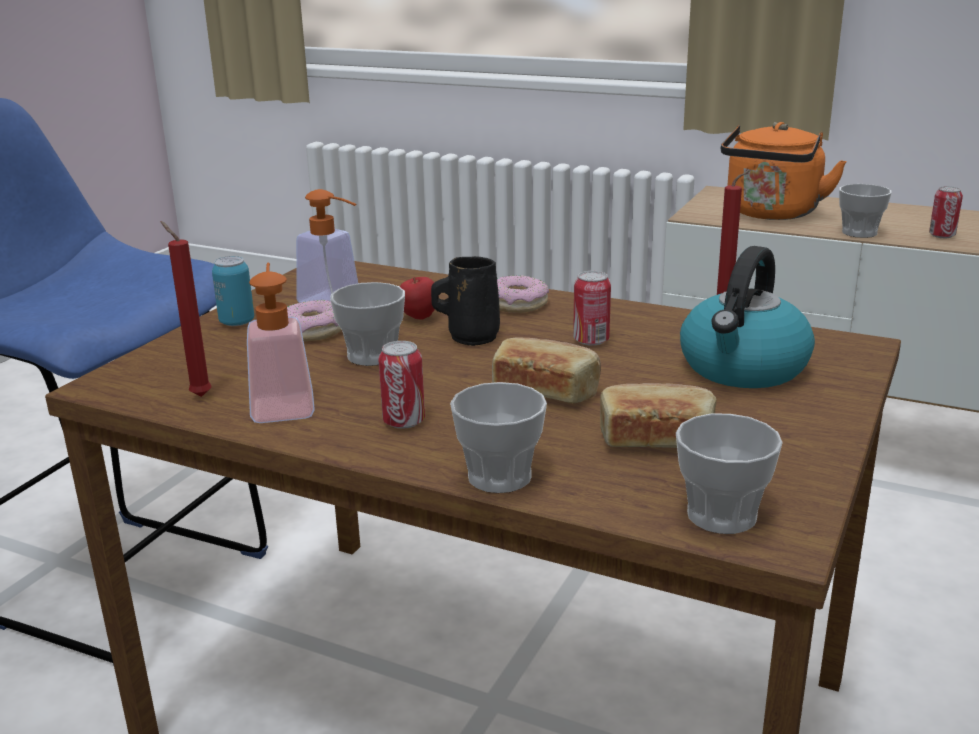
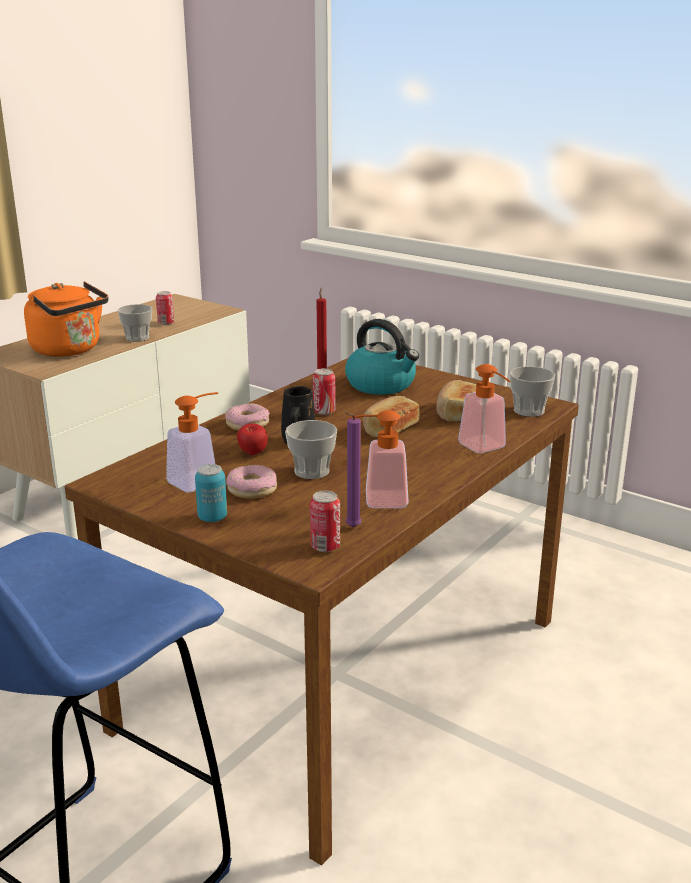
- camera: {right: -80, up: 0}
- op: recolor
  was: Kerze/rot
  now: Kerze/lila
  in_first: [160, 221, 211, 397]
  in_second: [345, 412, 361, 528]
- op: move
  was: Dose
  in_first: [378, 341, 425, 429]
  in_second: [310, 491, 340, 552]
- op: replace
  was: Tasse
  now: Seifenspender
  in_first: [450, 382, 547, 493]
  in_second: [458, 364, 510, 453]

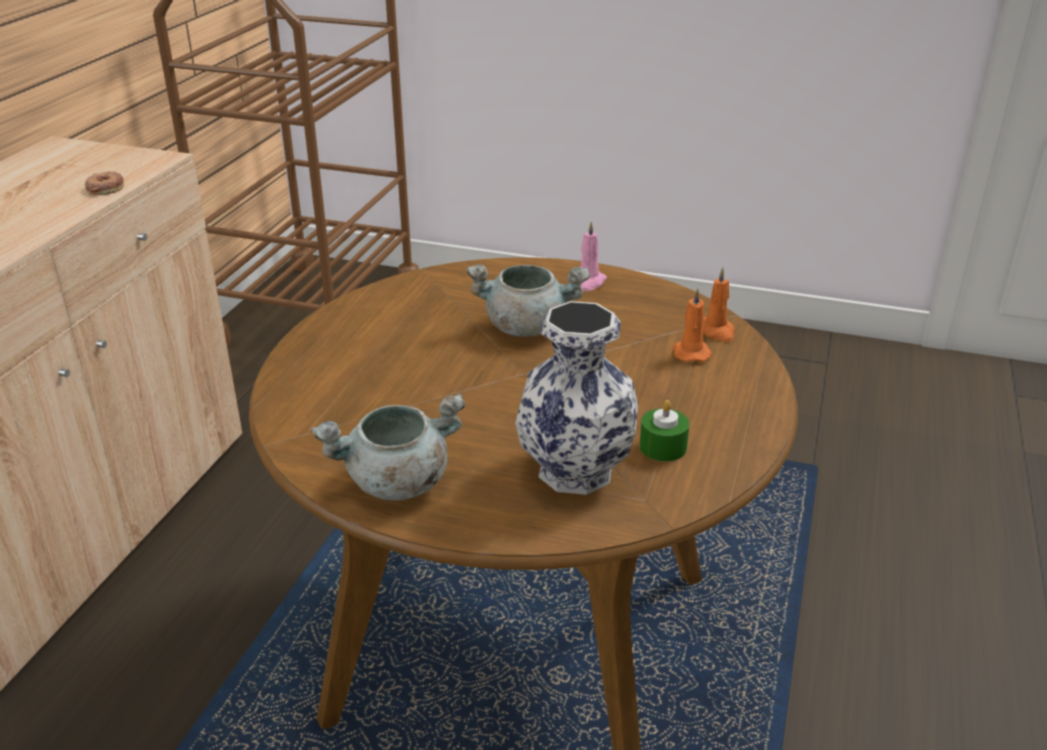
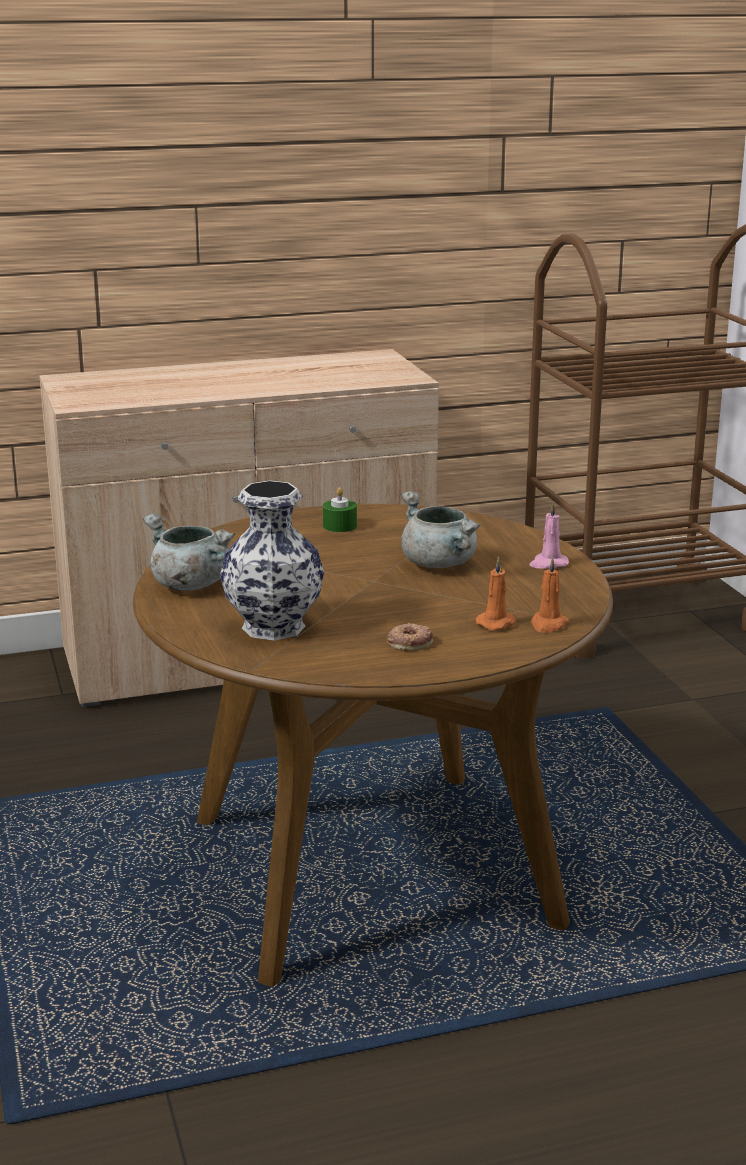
- camera: {right: 55, up: -10}
- op: move
  was: Donut
  in_first: [85, 171, 124, 195]
  in_second: [387, 623, 433, 651]
- op: move
  was: Kerze/grün
  in_first: [640, 400, 689, 462]
  in_second: [323, 487, 357, 532]

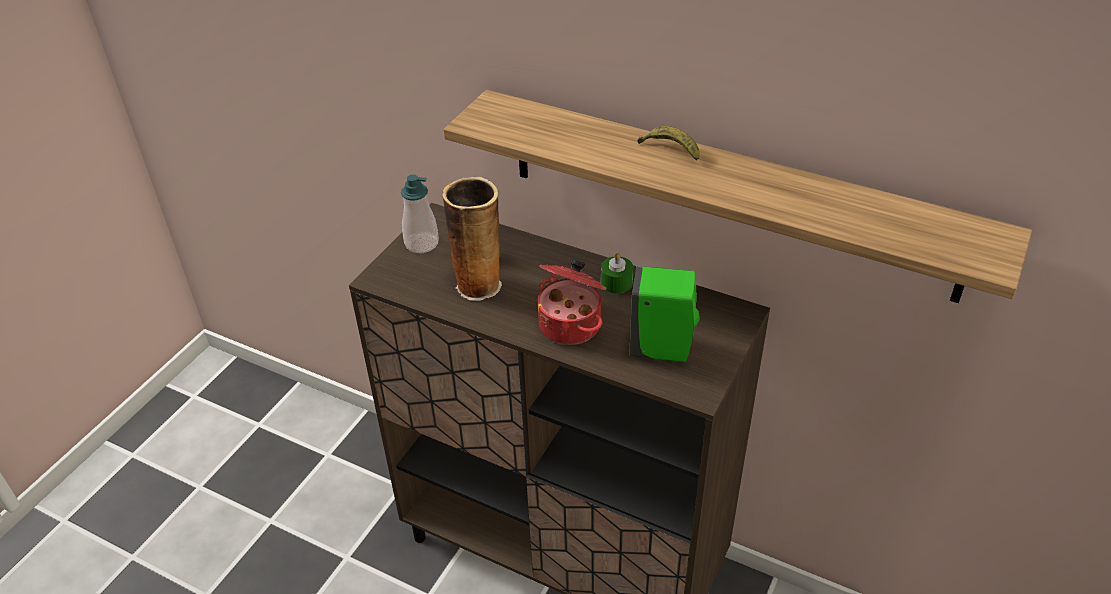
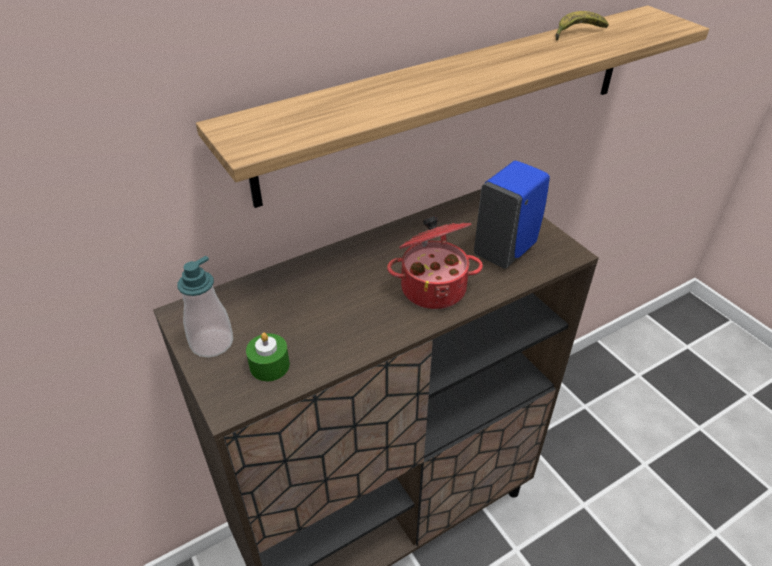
- camera: {right: -60, up: 0}
- op: delete
  was: Vase
  in_first: [442, 177, 502, 301]
- op: move
  was: Kerze/grün
  in_first: [601, 253, 633, 293]
  in_second: [246, 333, 290, 382]
- op: recolor
  was: Seifenspender/grün
  now: Seifenspender/blau
  in_first: [629, 266, 700, 362]
  in_second: [474, 161, 550, 269]
- op: move
  was: Banane
  in_first: [637, 126, 700, 161]
  in_second: [555, 11, 609, 41]

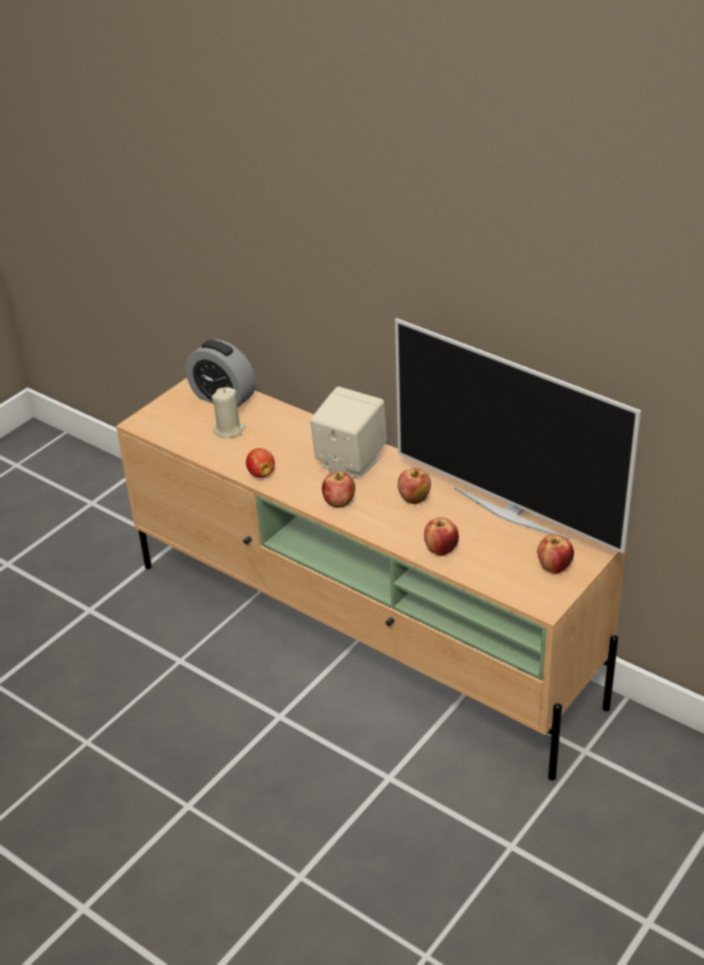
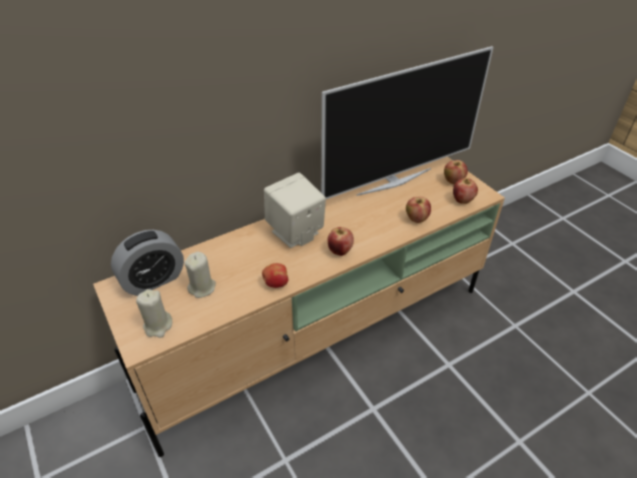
- camera: {right: -70, up: 5}
- op: move
  was: Apfel
  in_first: [398, 468, 431, 504]
  in_second: [453, 178, 478, 204]
- op: insert
  now: Kerze/beige
  in_second: [136, 289, 172, 338]

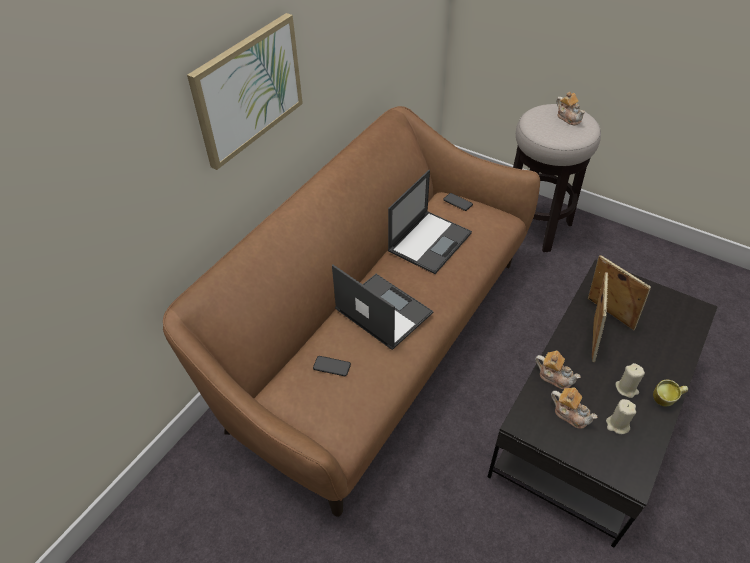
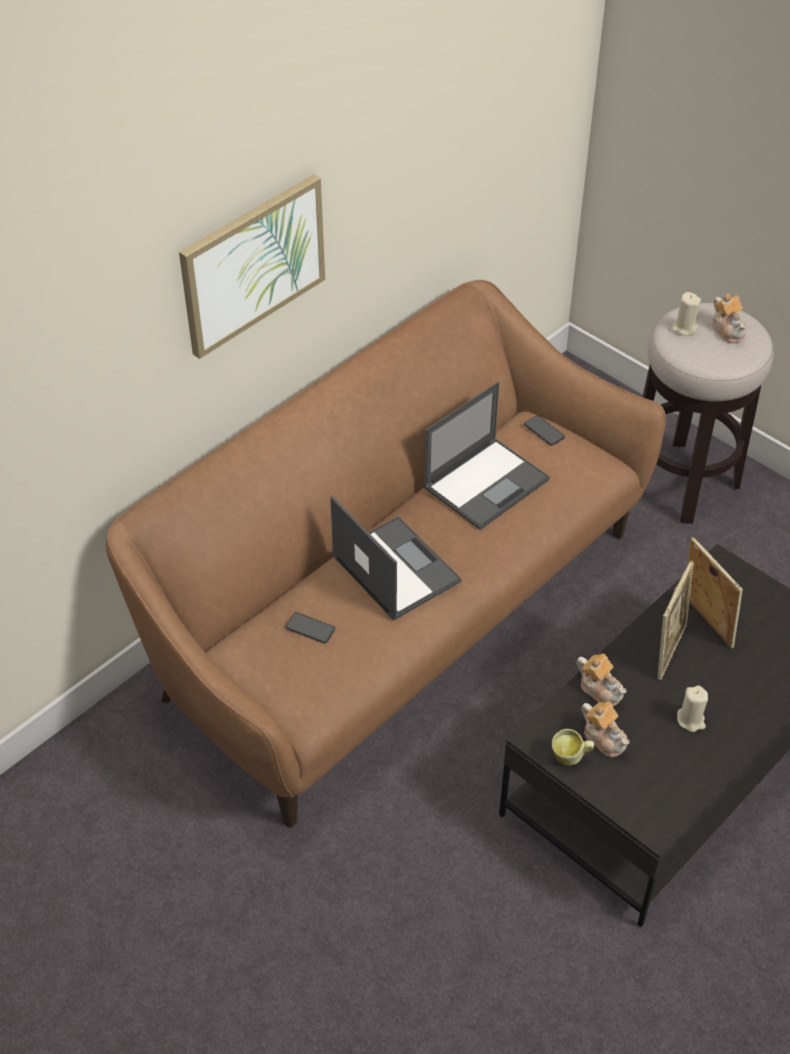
- camera: {right: 10, up: 0}
- op: move
  was: Kerze/beige
  in_first: [606, 399, 636, 434]
  in_second: [672, 292, 701, 336]
- op: move
  was: Henkelbecher
  in_first: [653, 380, 688, 406]
  in_second: [552, 729, 594, 766]

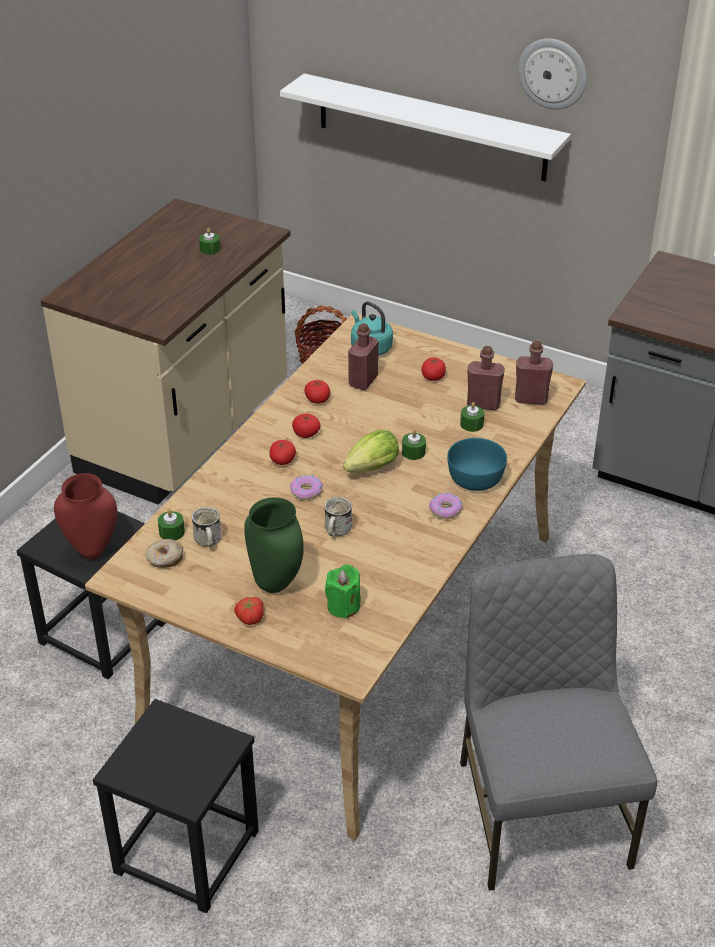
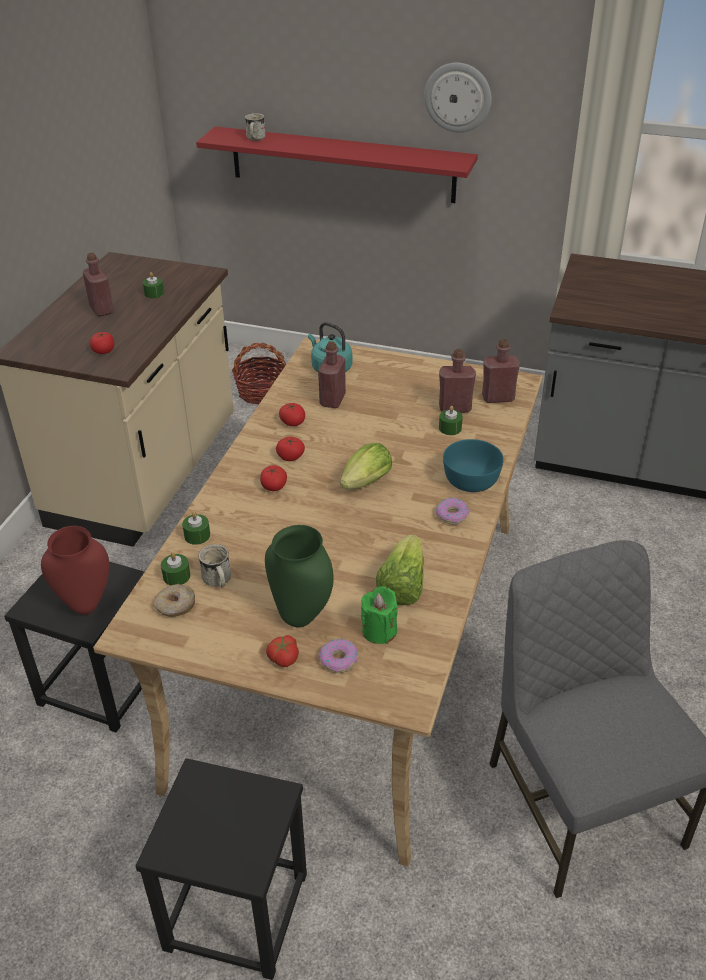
- camera: {right: -10, up: 0}
- op: recolor
  was: Wandregal/weiß
  now: Wandregal/rot
  in_first: [280, 73, 571, 182]
  in_second: [196, 126, 478, 203]
- op: move
  was: Donut
  in_first: [290, 475, 323, 500]
  in_second: [318, 638, 358, 673]
- op: move
  was: Henkelbecher/weiß
  in_first: [324, 497, 352, 536]
  in_second: [245, 113, 266, 141]
- op: move
  was: Kerze/grün
  in_first: [402, 430, 426, 460]
  in_second: [182, 512, 210, 545]
- op: move
  was: Tomate
  in_first: [421, 357, 446, 381]
  in_second: [90, 332, 114, 354]
- op: insert
  now: Flasche/rot
  in_second: [83, 253, 114, 317]
- op: insert
  now: Salatkopf
  in_second: [376, 535, 424, 605]

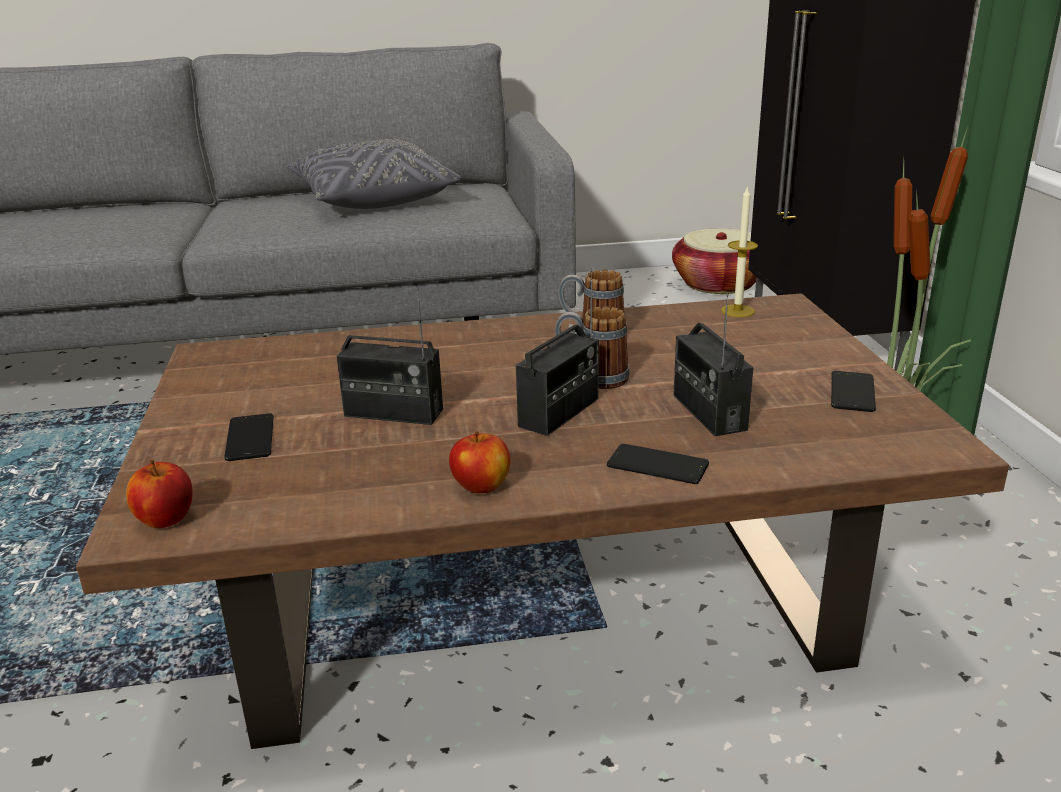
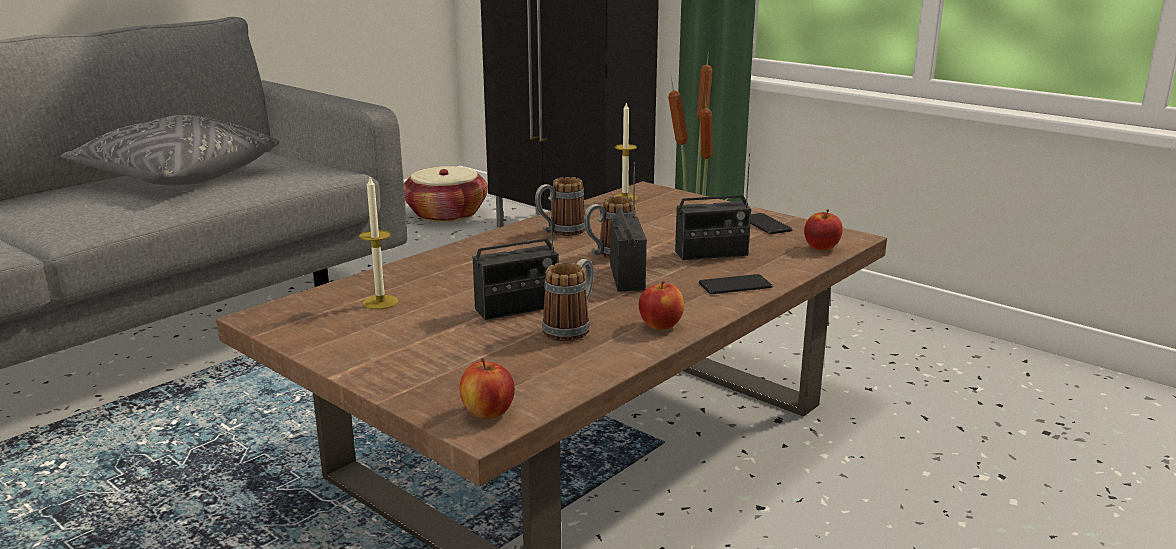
- camera: {right: -40, up: -5}
- op: delete
  was: Handy
  in_first: [224, 413, 274, 461]
- op: rotate
  was: Radio
  in_first: [673, 293, 753, 436]
  in_second: [675, 153, 751, 260]
  clockwise: -45
- op: insert
  now: Kerze
  in_second: [359, 177, 399, 309]
- op: insert
  now: Henkelbecher
  in_second: [542, 259, 594, 341]
- op: insert
  now: Apfel
  in_second: [804, 210, 843, 251]

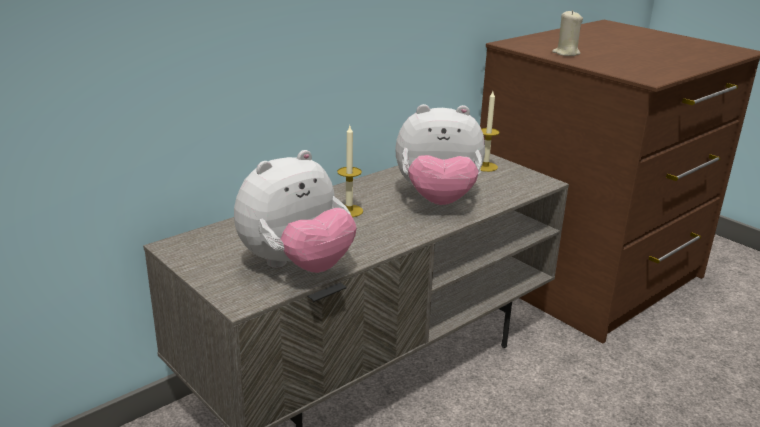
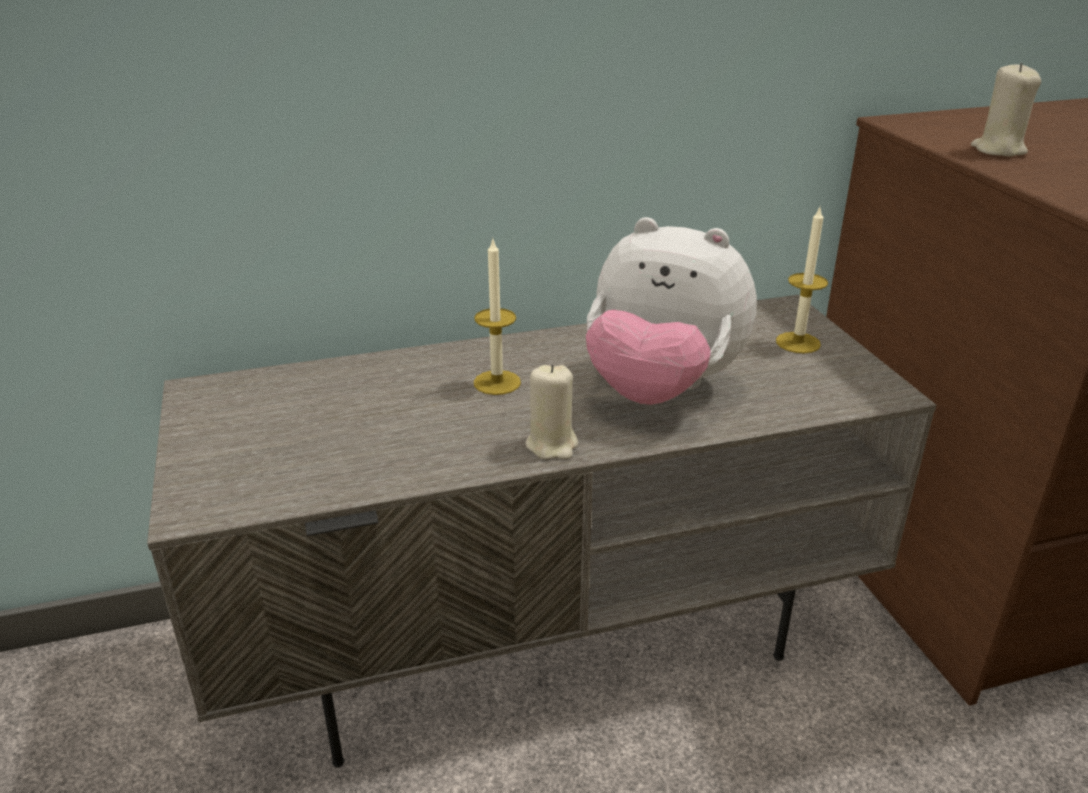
- camera: {right: 25, up: 5}
- op: delete
  was: Plüschtier
  in_first: [234, 150, 357, 273]
- op: insert
  now: Kerze/beige
  in_second: [525, 364, 578, 460]

